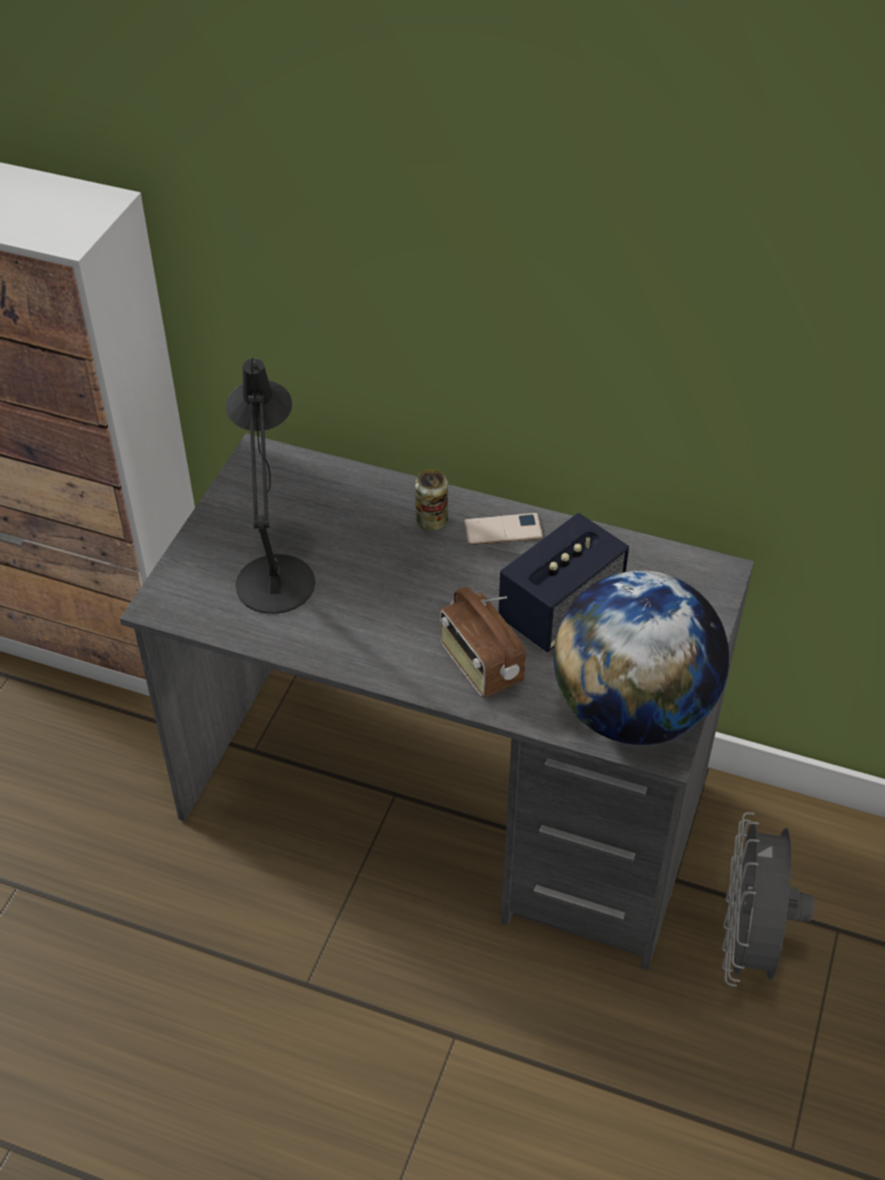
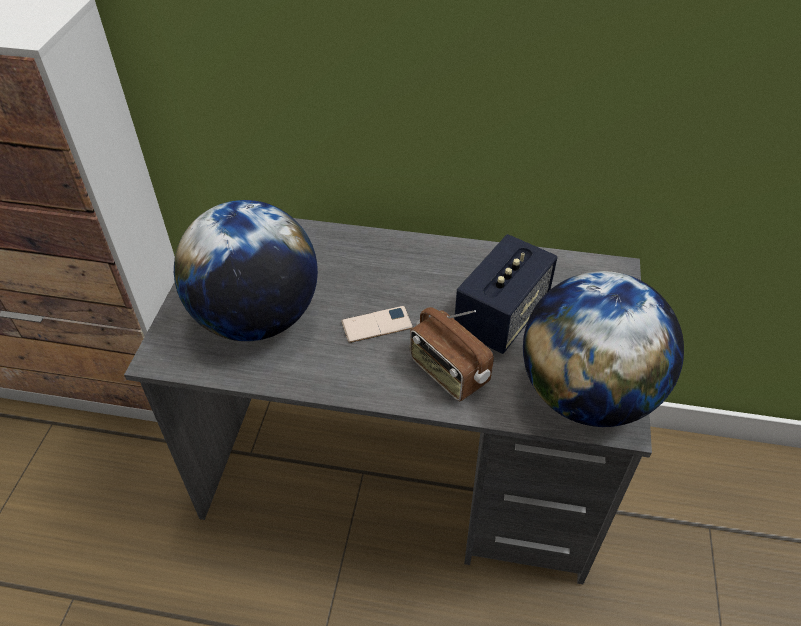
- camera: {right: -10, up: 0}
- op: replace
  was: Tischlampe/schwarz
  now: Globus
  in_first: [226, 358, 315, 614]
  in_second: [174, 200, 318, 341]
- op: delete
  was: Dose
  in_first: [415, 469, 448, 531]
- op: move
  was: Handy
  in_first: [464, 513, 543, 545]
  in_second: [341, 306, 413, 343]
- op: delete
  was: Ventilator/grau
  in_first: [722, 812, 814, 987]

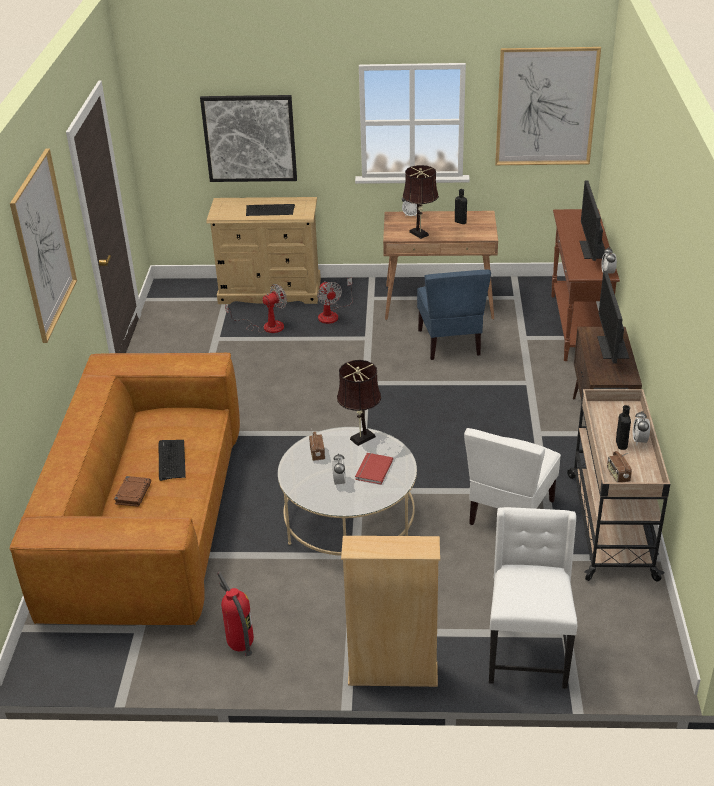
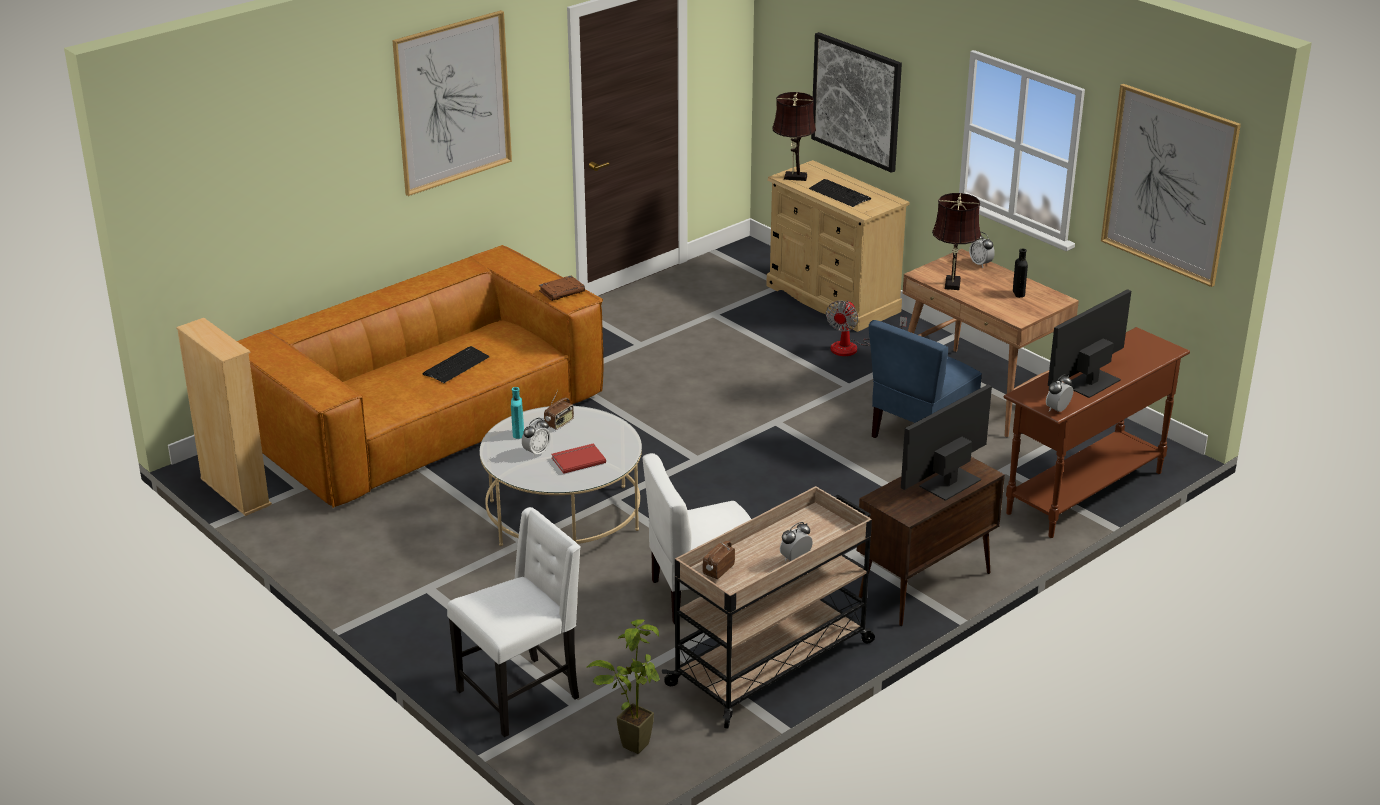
- camera: {right: 45, up: -5}
- op: move
  was: Buch/braun
  in_first: [114, 476, 151, 507]
  in_second: [539, 276, 585, 301]
- op: delete
  was: Feuerlöscher
  in_first: [217, 572, 254, 656]
- op: delete
  was: Ventilator
  in_first: [225, 284, 287, 333]
- op: move
  was: Tischlampe/braun
  in_first: [337, 360, 381, 446]
  in_second: [772, 92, 816, 181]
- op: move
  was: Bücherregal/beige
  in_first: [341, 536, 440, 687]
  in_second: [176, 318, 272, 516]
- op: delete
  was: Flasche/schwarz
  in_first: [616, 405, 631, 450]
- op: insert
  now: Flasche/türkis
  in_second: [511, 387, 524, 439]
- op: insert
  now: Topfpflanze
  in_second: [586, 619, 660, 754]

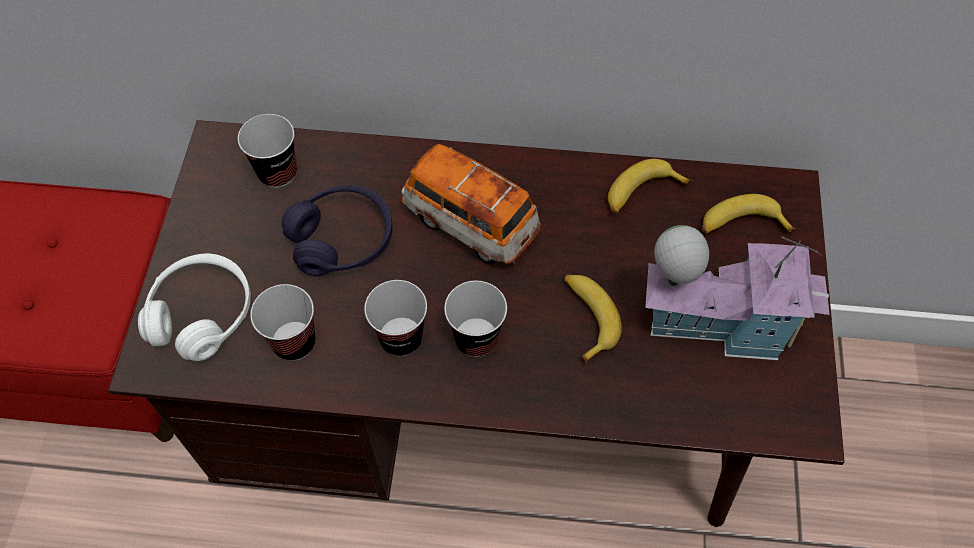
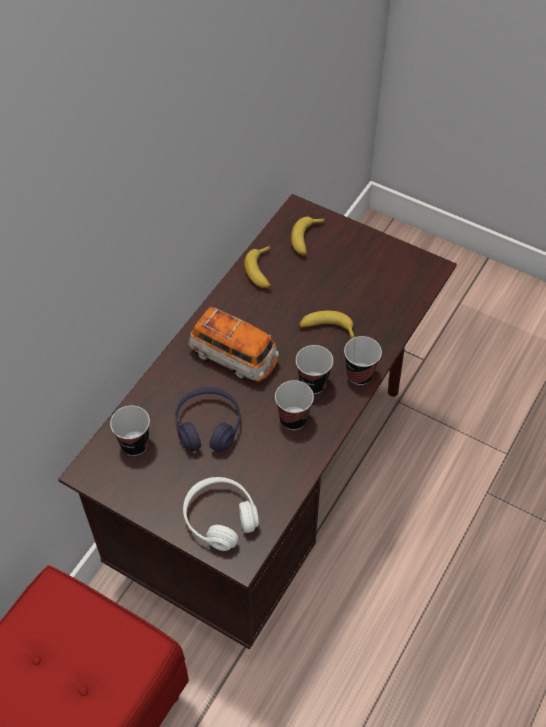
- camera: {right: -65, up: -5}
- op: move
  was: Tasse
  in_first: [250, 284, 316, 361]
  in_second: [344, 336, 382, 385]
- op: rotate
  was: Spielzeugauto
  in_first: [401, 144, 541, 265]
  in_second: [188, 307, 279, 382]
  clockwise: -120
- op: delete
  was: Spielzeughaus
  in_first: [645, 225, 830, 360]

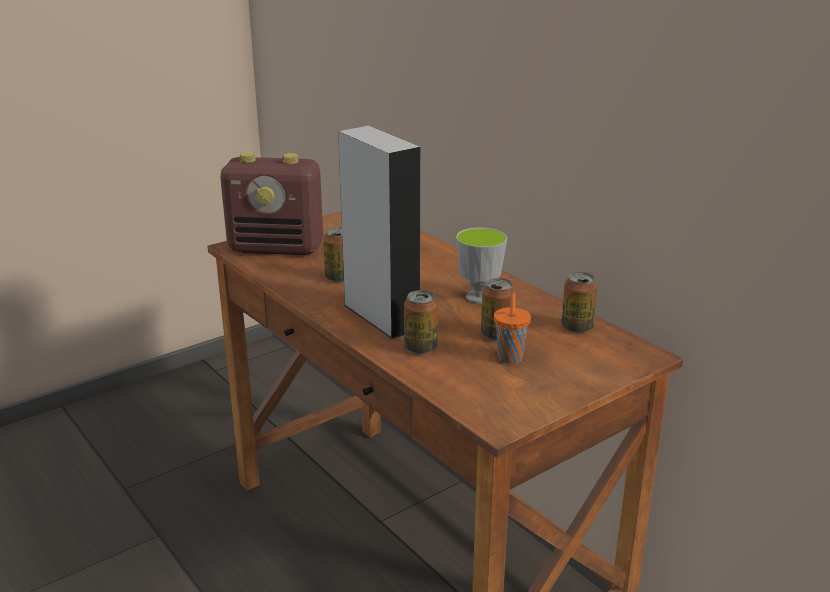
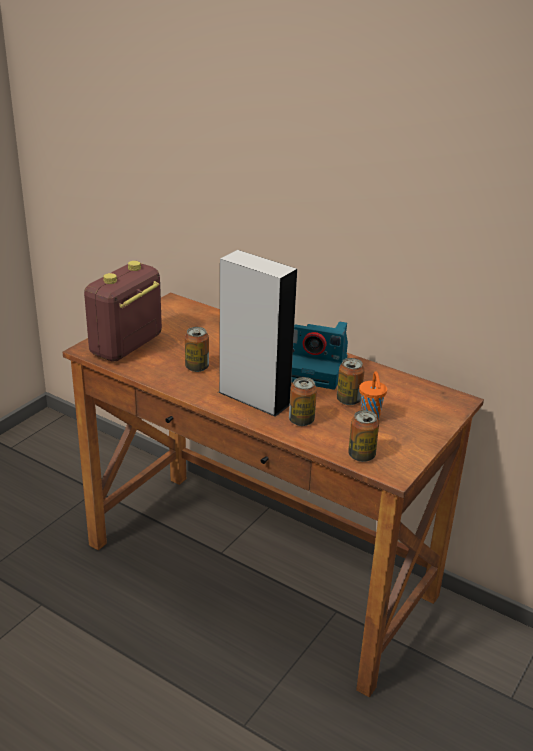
- camera: {right: -20, up: 5}
- op: rotate
  was: Radio
  in_first: [220, 152, 323, 255]
  in_second: [84, 261, 162, 362]
  clockwise: 135
- op: replace
  was: Tasse
  now: Kamera
  in_first: [456, 227, 507, 304]
  in_second: [291, 321, 348, 390]
- op: move
  was: Dose
  in_first: [562, 272, 597, 333]
  in_second: [348, 410, 379, 462]

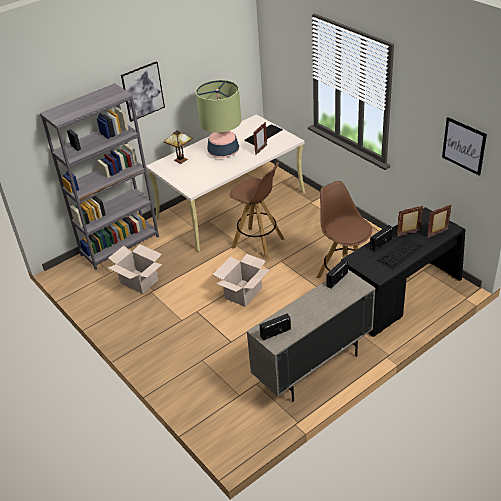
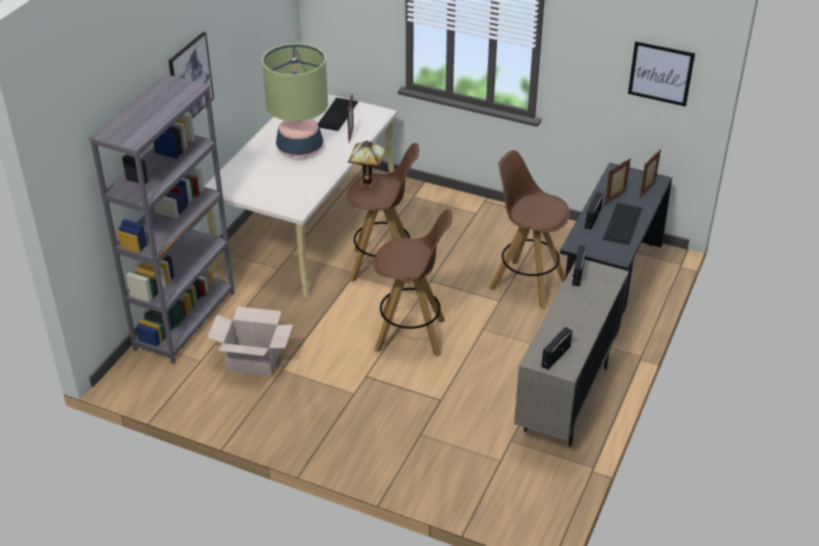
- camera: {right: -30, up: 0}
- op: move
  was: Tischlampe
  in_first: [163, 130, 193, 164]
  in_second: [348, 141, 386, 190]
- op: replace
  was: Karton
  now: Hocker/braun
  in_first: [213, 254, 270, 307]
  in_second: [373, 209, 452, 357]

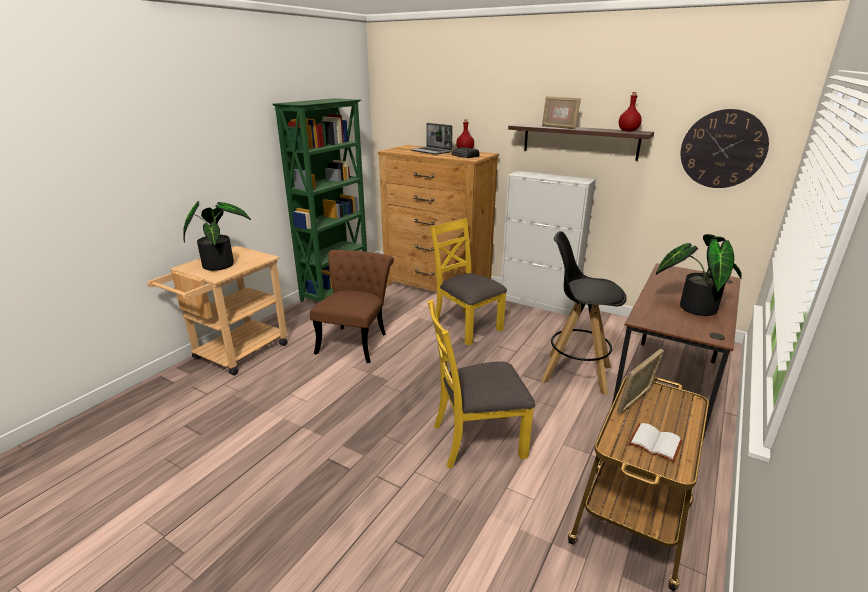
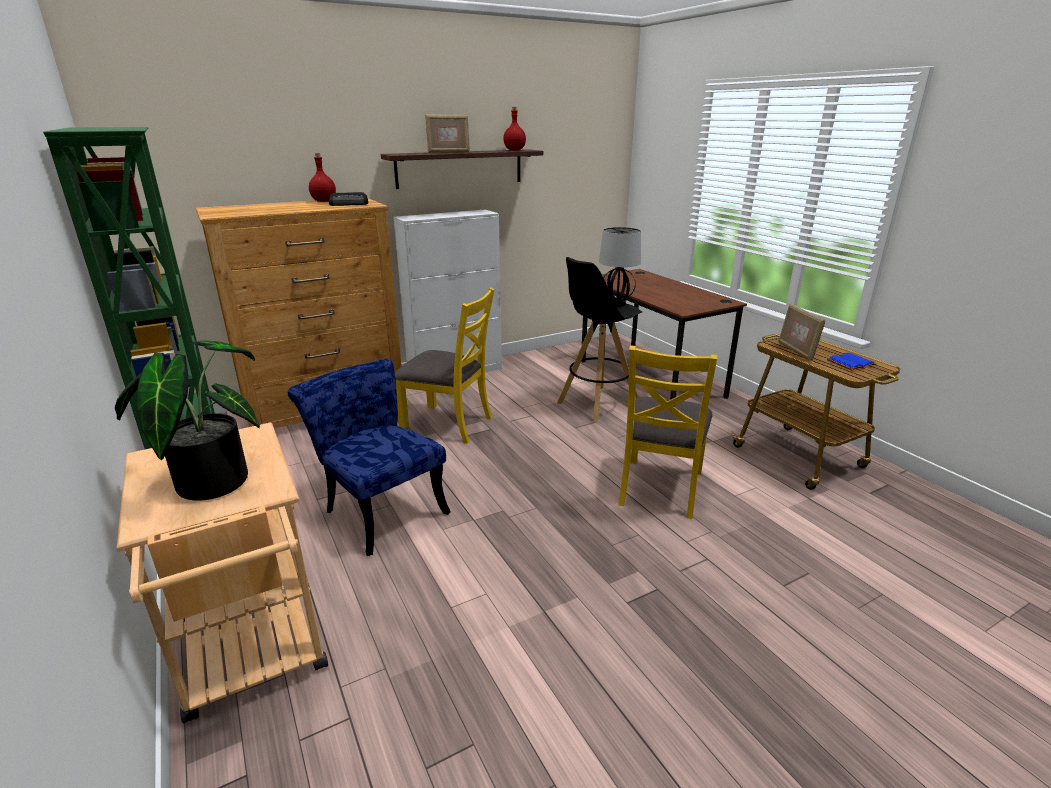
- camera: {right: -60, up: 0}
- op: recolor
  was: Stuhl/braun
  now: Stuhl/blau
  in_first: [310, 250, 394, 363]
  in_second: [288, 359, 451, 556]
- op: delete
  was: Laptop
  in_first: [410, 123, 452, 155]
- op: rotate
  was: Stuhl/gelb
  in_first: [430, 218, 507, 346]
  in_second: [395, 287, 495, 443]
  clockwise: -150
- op: recolor
  was: Buch/weiß
  now: Buch/blau
  in_first: [628, 423, 683, 462]
  in_second: [827, 353, 876, 370]
- op: delete
  was: Topfpflanze
  in_first: [656, 234, 742, 316]
- op: delete
  was: Wanduhr
  in_first: [681, 109, 769, 188]
- op: insert
  now: Tischlampe
  in_second: [599, 227, 641, 306]

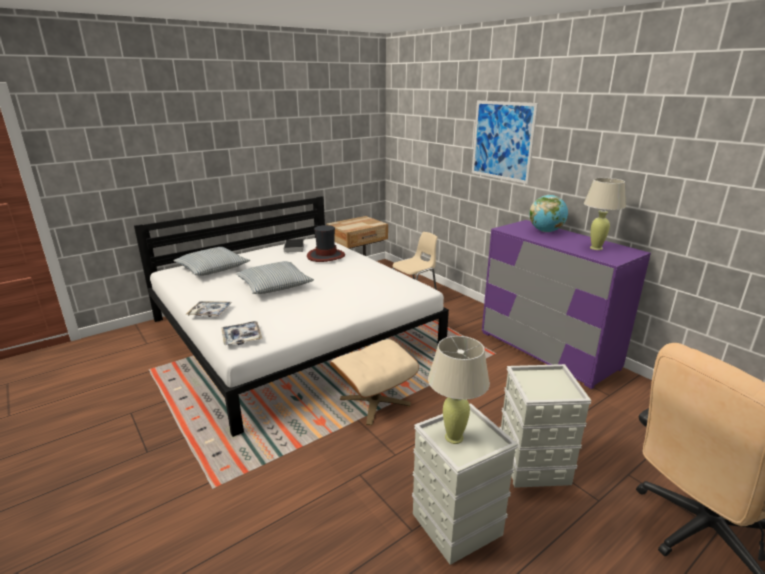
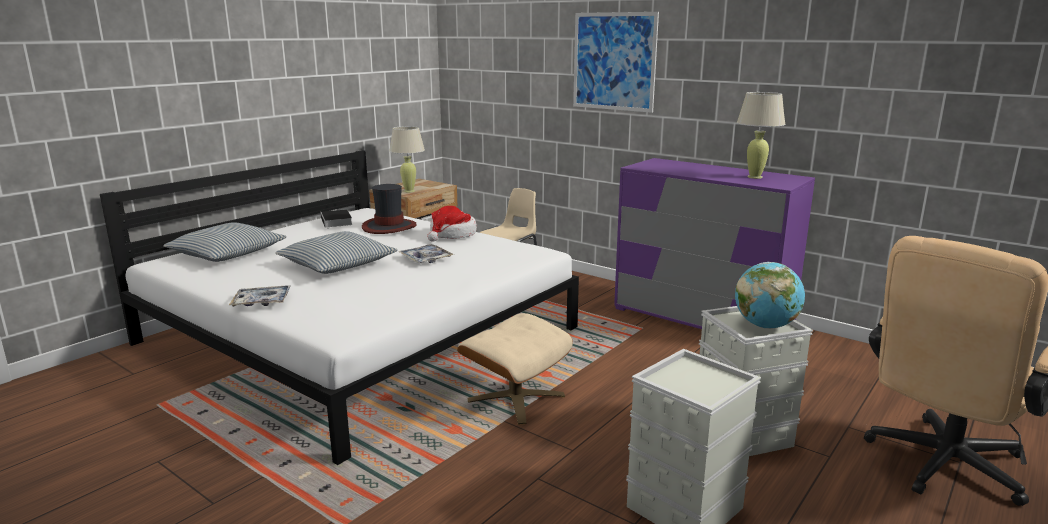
- camera: {right: -15, up: -5}
- op: move
  was: Tablett
  in_first: [221, 321, 262, 345]
  in_second: [398, 244, 454, 263]
- op: move
  was: Tischlampe/beige
  in_first: [428, 336, 490, 444]
  in_second: [389, 126, 425, 193]
- op: move
  was: Globus
  in_first: [529, 195, 568, 232]
  in_second: [735, 262, 805, 329]
- op: insert
  now: Hut
  in_second: [427, 206, 477, 242]

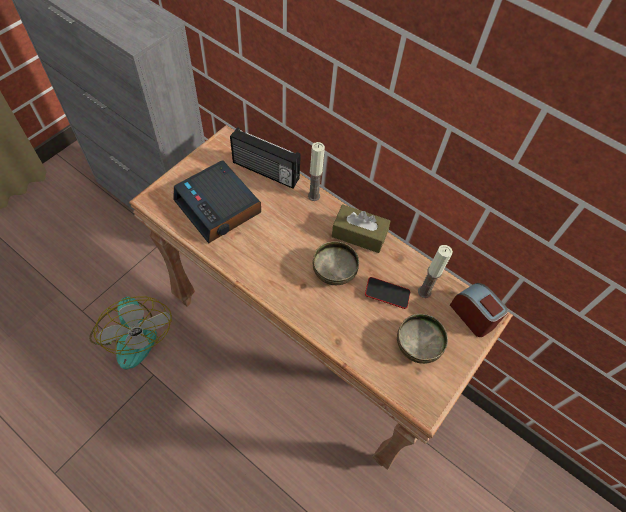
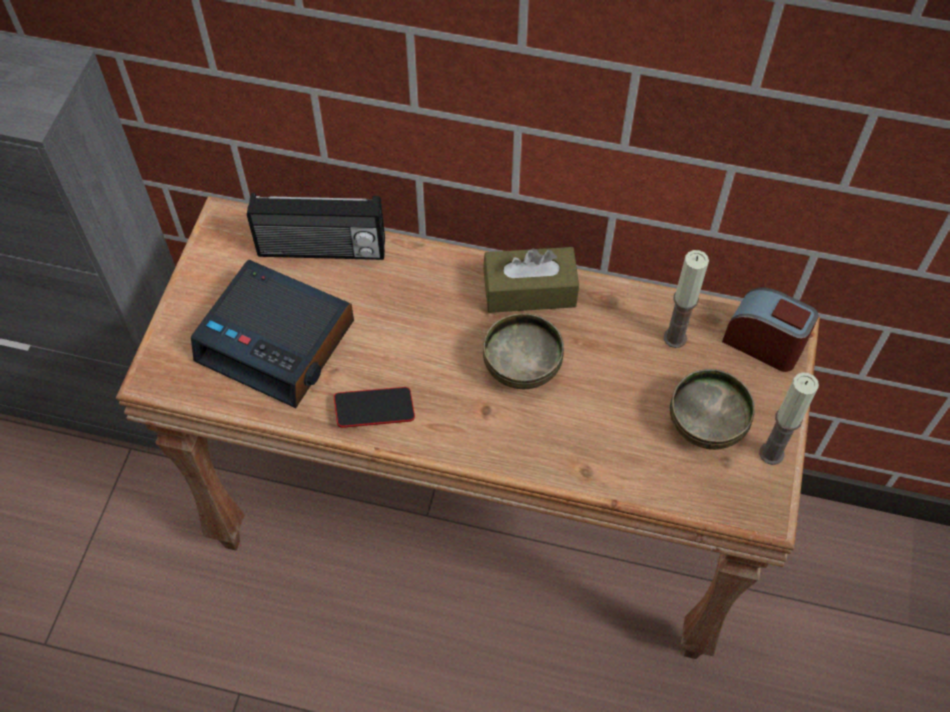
- camera: {right: -20, up: 0}
- op: delete
  was: Ventilator
  in_first: [89, 296, 172, 369]
- op: move
  was: Kerze
  in_first: [308, 142, 325, 201]
  in_second: [759, 372, 819, 465]
- op: move
  was: Handy
  in_first: [365, 277, 410, 309]
  in_second: [334, 387, 415, 428]

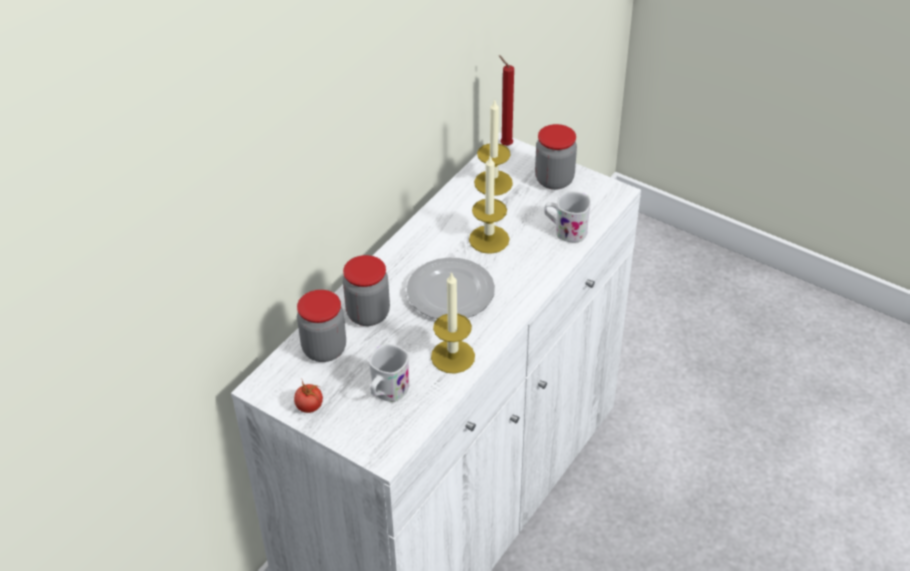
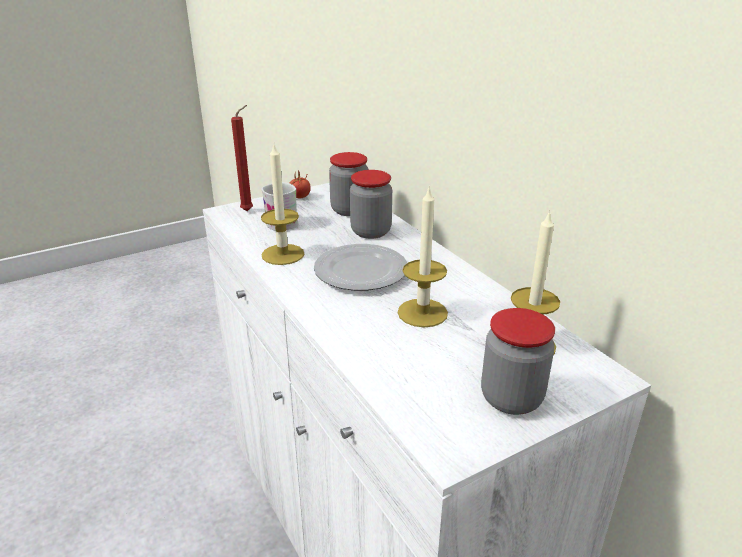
- camera: {right: 115, up: -15}
- op: move
  was: Kerze/rot
  in_first: [499, 55, 514, 146]
  in_second: [231, 105, 253, 211]
- op: delete
  was: Henkelbecher/weiß
  in_first: [544, 191, 591, 242]

